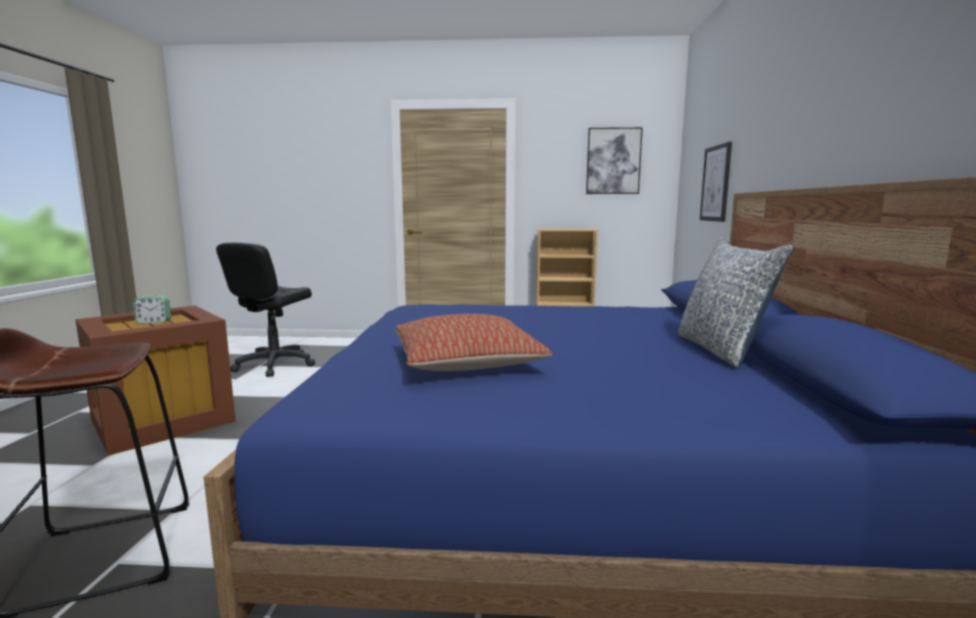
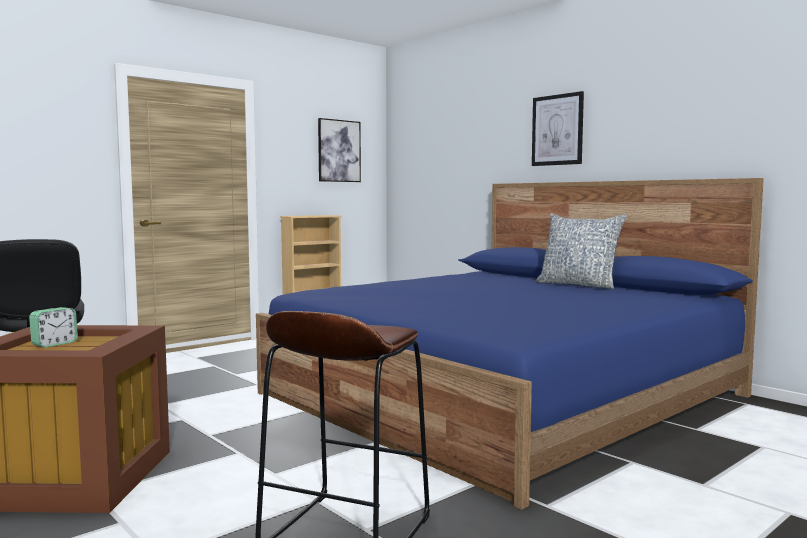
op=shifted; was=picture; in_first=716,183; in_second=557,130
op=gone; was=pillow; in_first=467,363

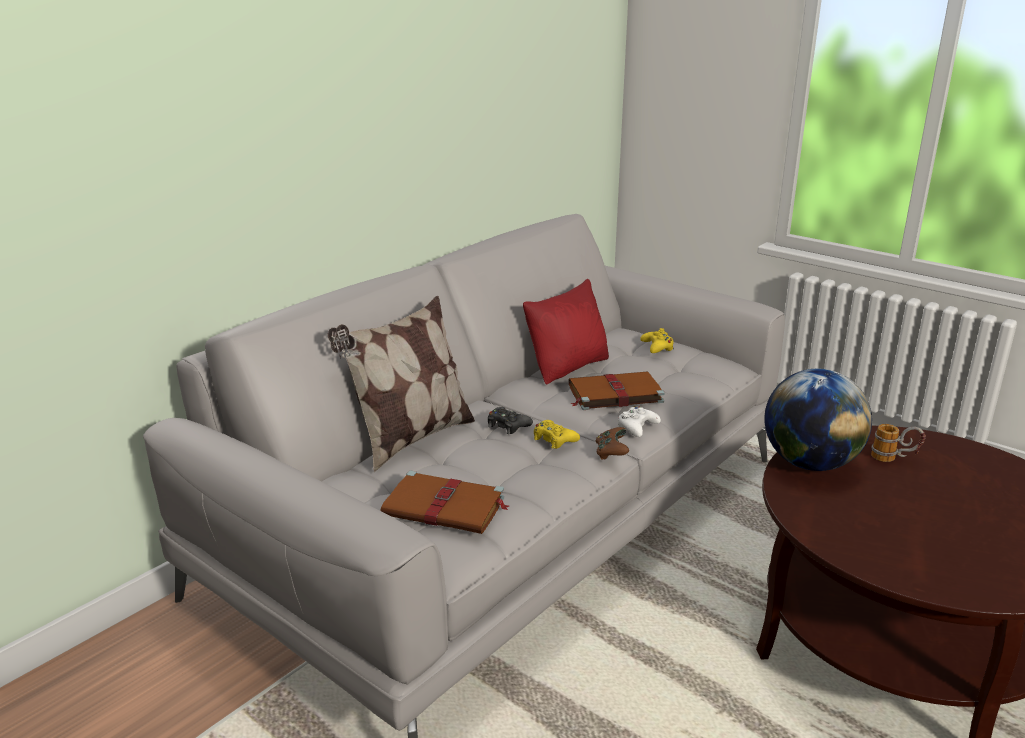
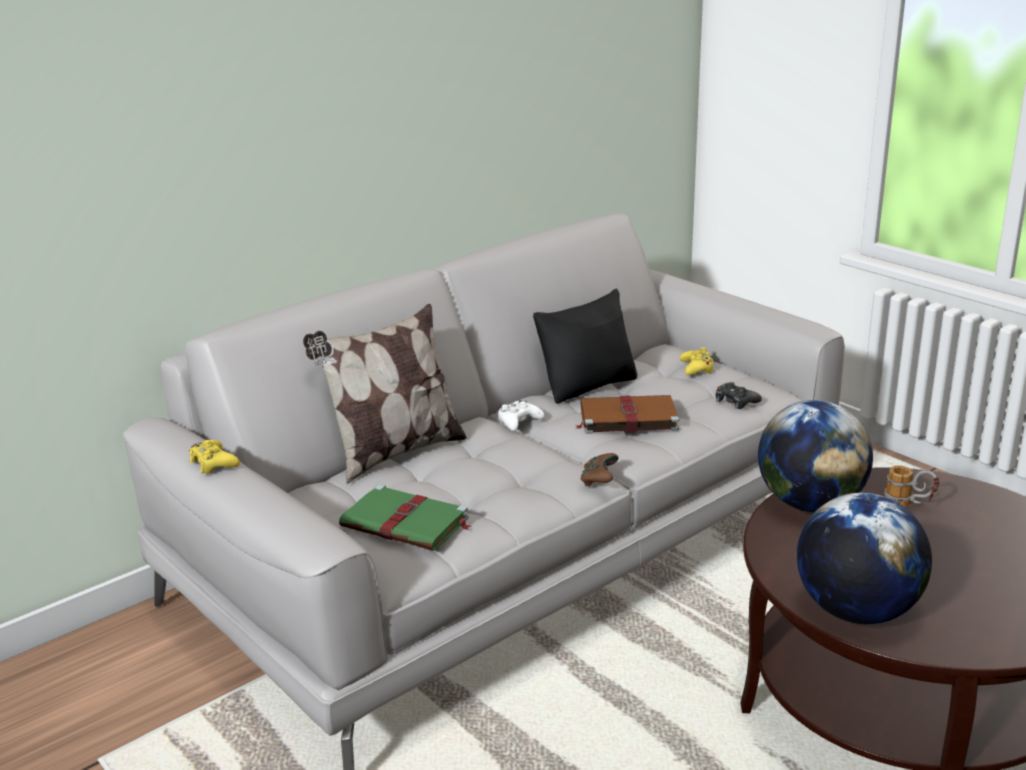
op=repainted; was=red pillow; now=black pillow; in_first=568,367; in_second=588,386
op=shifted; was=white game controller; in_first=637,427; in_second=519,421
op=shifted; was=black game controller; in_first=507,425; in_second=735,401
op=shifted; was=yellow game controller; in_first=554,439; in_second=213,463
op=repainted; was=brown book; now=green book; in_first=446,507; in_second=407,523
op=new; now=globe; in_second=856,611

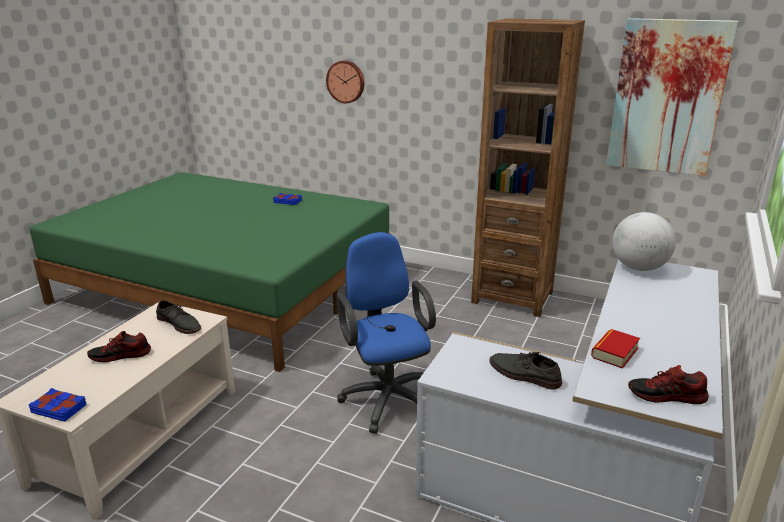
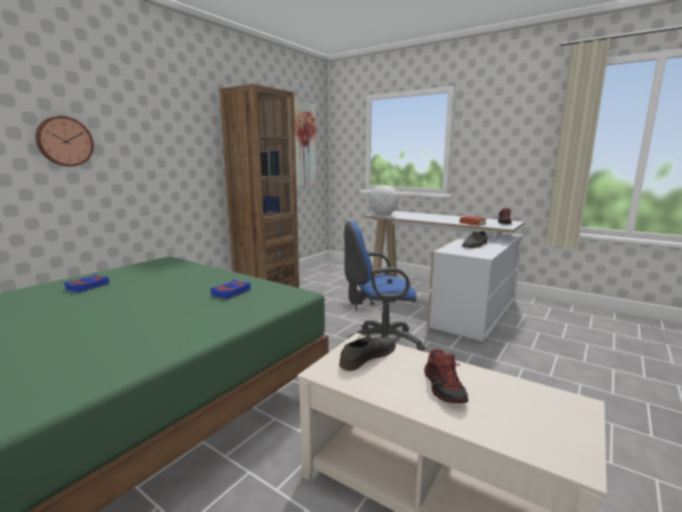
op=shifted; was=blue book; in_first=59,408; in_second=230,292

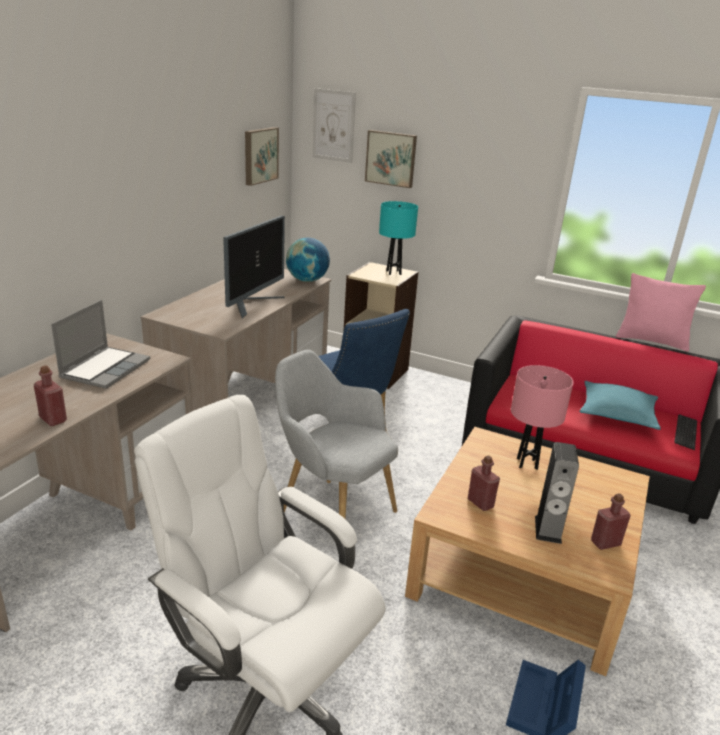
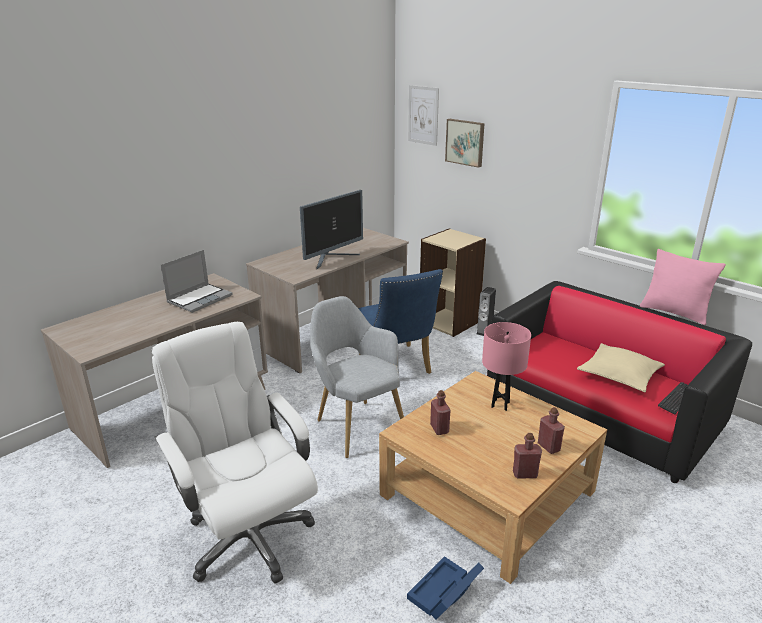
op=gone; was=picture; in_first=259,155
op=gone; was=turquoise table lamp; in_first=393,272
op=gone; was=globe; in_first=307,280
op=shifted; was=red bottle; in_first=53,419; in_second=548,447
op=repainted; was=turquoise pillow; now=beige pillow; in_first=617,413; in_second=619,375
op=shifted; was=speaker; in_first=548,529; in_second=484,331

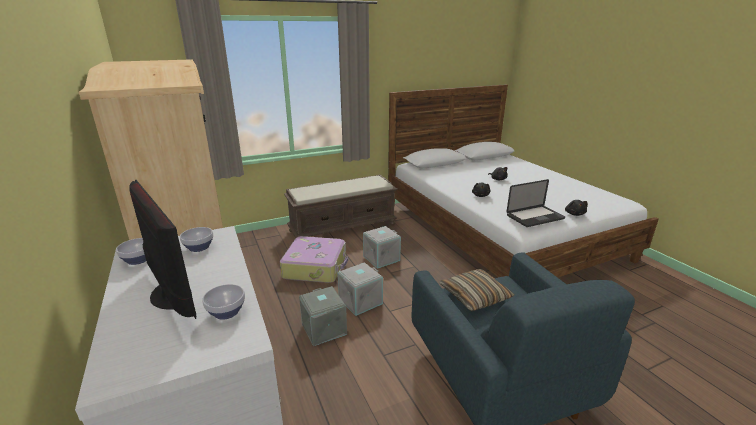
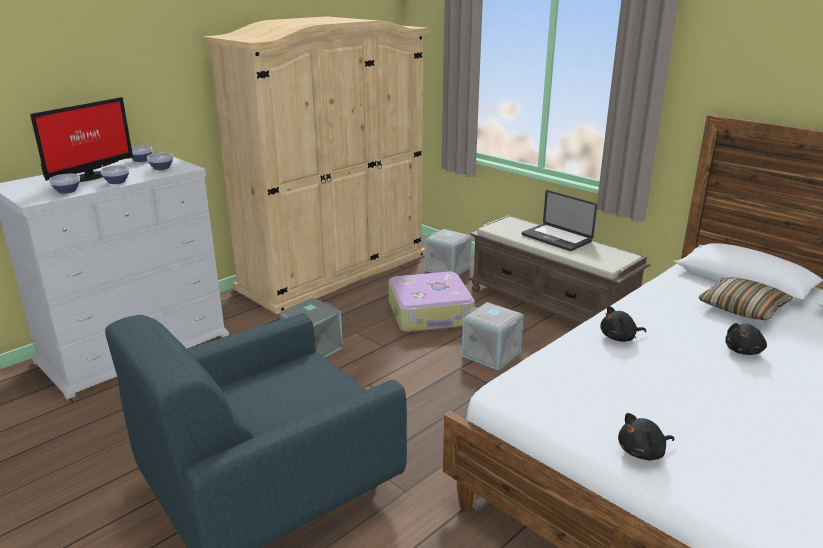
op=shifted; was=laptop; in_first=535,217; in_second=556,238
op=shifted; was=grey storage box; in_first=360,301; in_second=448,268
op=shifted; was=pillow; in_first=475,296; in_second=742,308
op=new; now=bowl; in_second=116,182

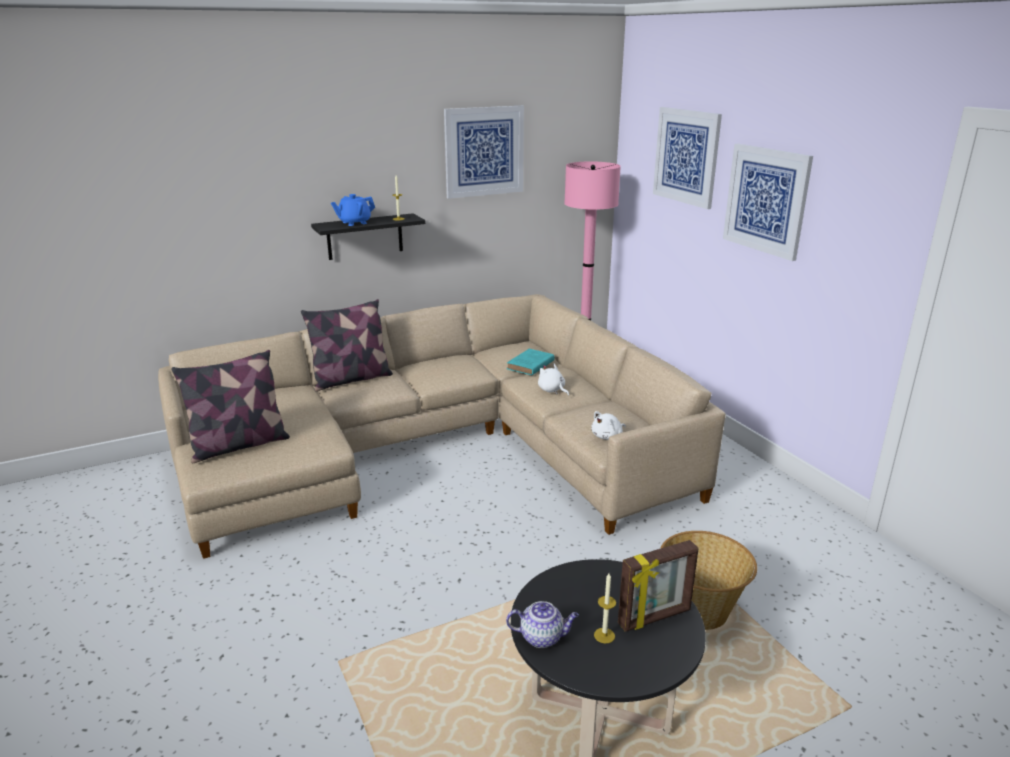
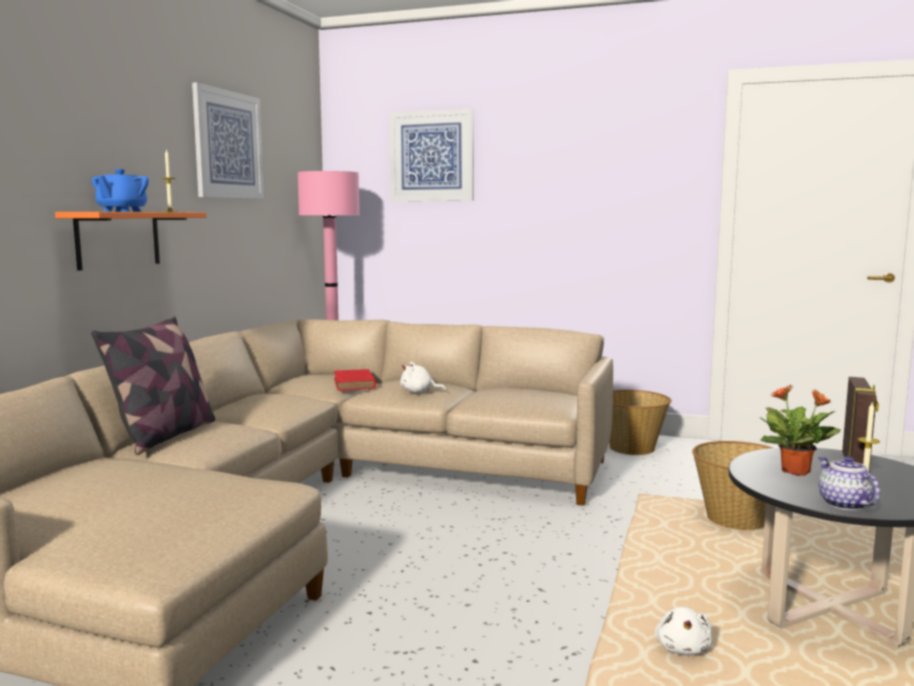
op=gone; was=picture; in_first=766,200
op=repainted; was=black shelf; now=orange shelf; in_first=365,236; in_second=118,239
op=repainted; was=turquoise book; now=red book; in_first=530,365; in_second=354,384
op=gone; was=pillow; in_first=239,445
op=shifted; was=white plush toy; in_first=608,437; in_second=683,648
op=rotated; was=teapot; in_first=542,637; in_second=843,504; clockwise=-60
op=new; now=potted plant; in_second=796,472
op=new; now=basket; in_second=631,448

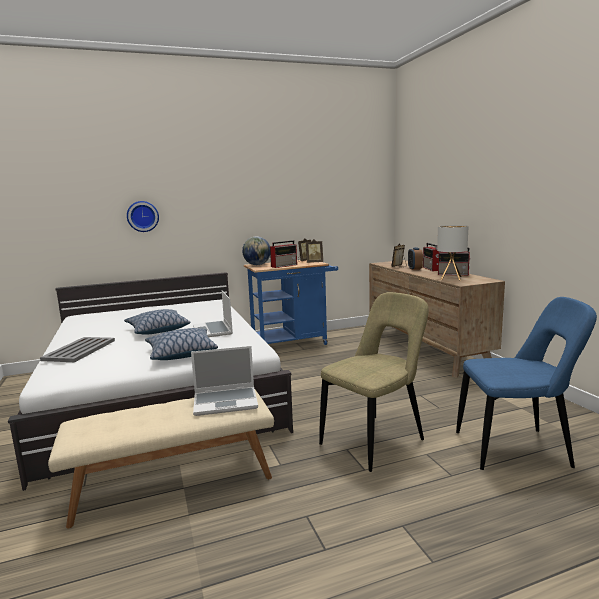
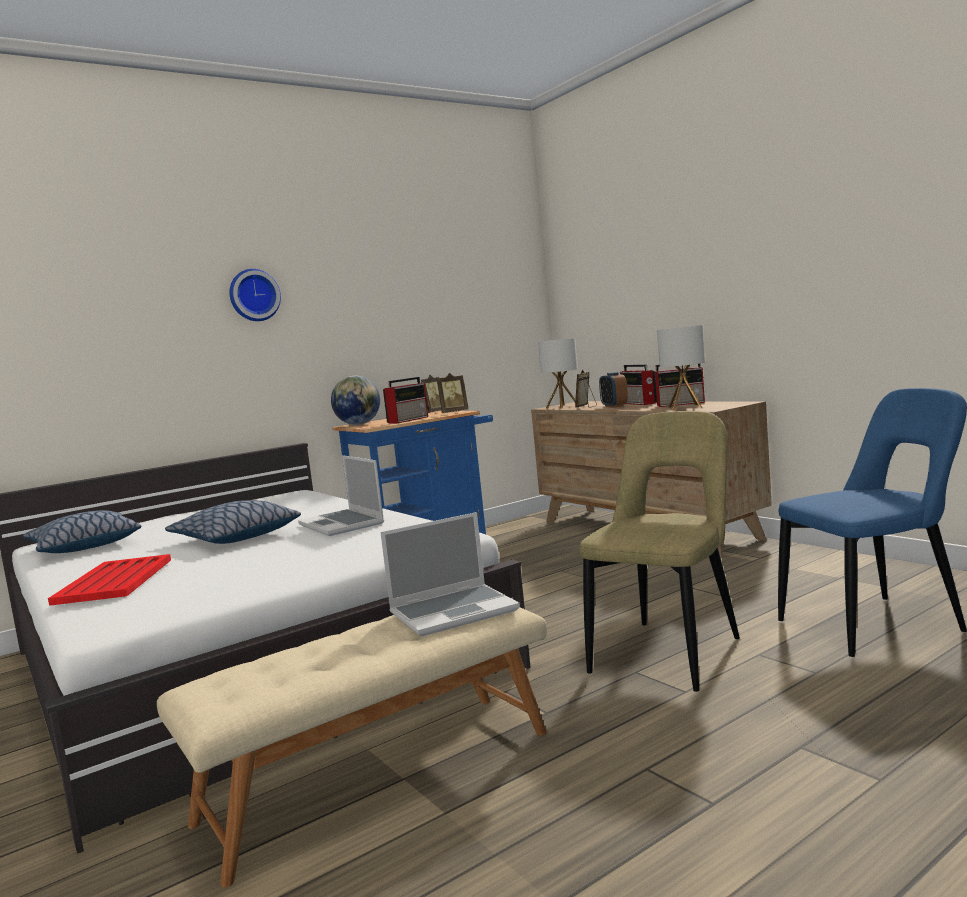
op=shifted; was=wall clock; in_first=142,216; in_second=253,295
op=shifted; was=pillow; in_first=181,353; in_second=84,546
op=repainted; was=grey tray; now=red tray; in_first=80,350; in_second=116,580
op=new; now=table lamp; in_second=562,406

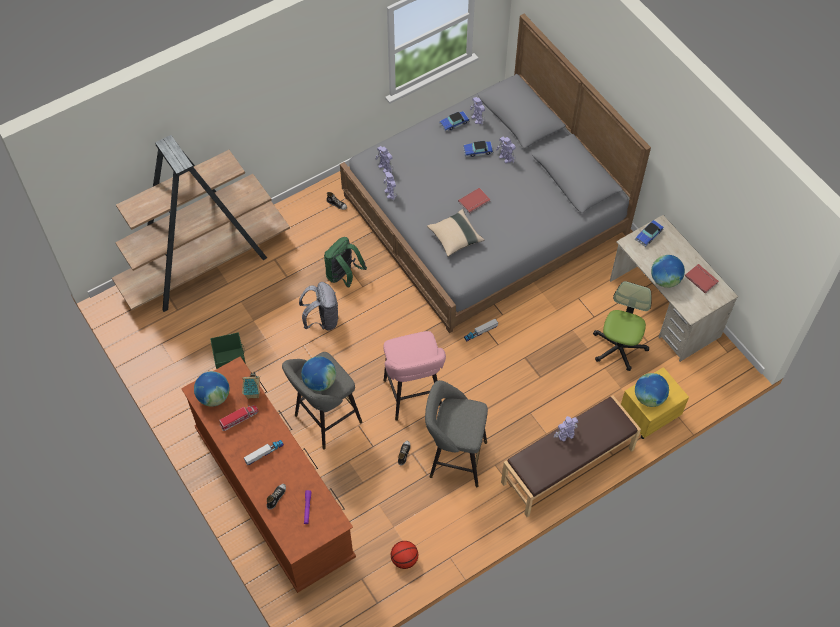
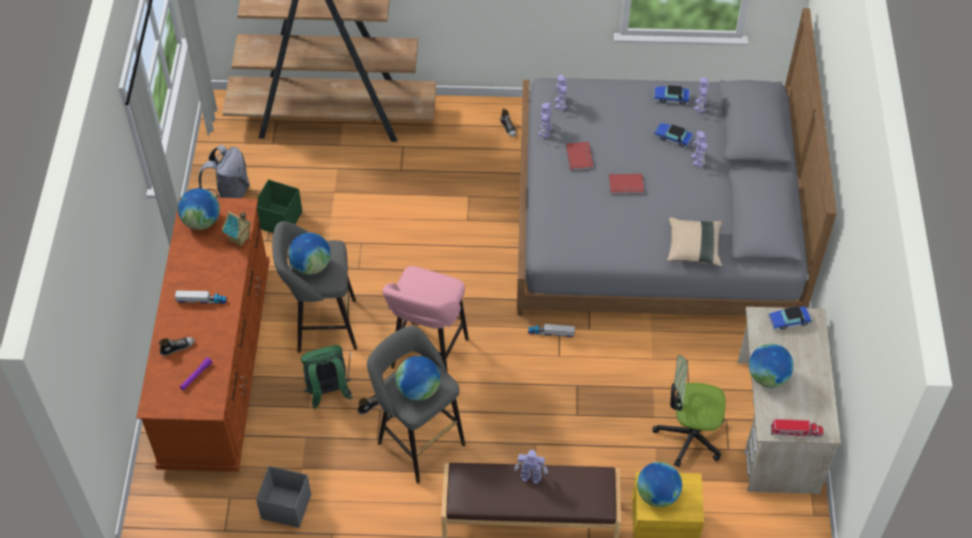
op=shifted; was=beige pillow; in_first=455,238; in_second=693,248
op=shifted; was=green backpack; in_first=343,276; in_second=328,392
op=shifted; was=red book; in_first=702,278; in_second=580,157
op=rotated; was=office chair; in_first=619,347; in_second=689,436; clockwise=-135
op=shifted; was=grey backpack; in_first=322,320; in_second=229,194
op=shifted; was=toy truck; in_first=239,419; in_second=796,432
op=swapped; was=basketball; now=grey storage box; in_first=404,559; in_second=285,506
op=new; now=globe; in_second=419,390

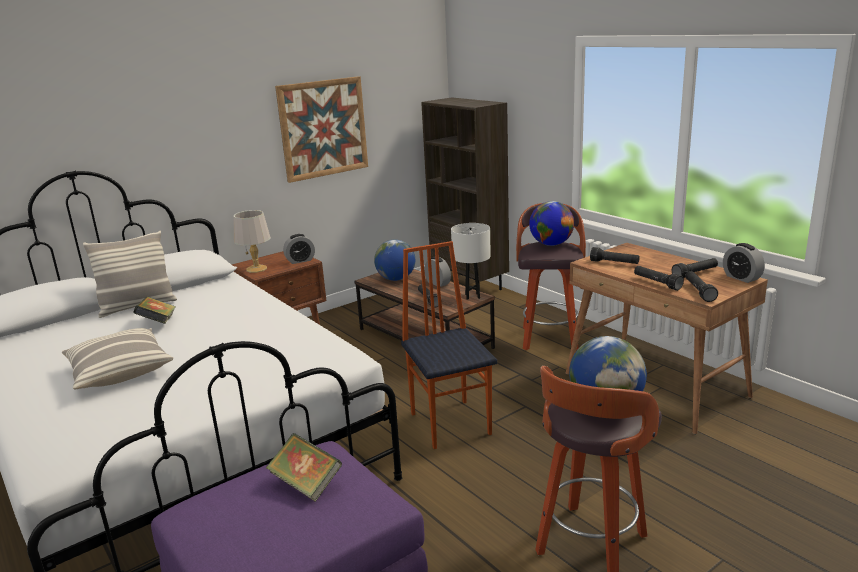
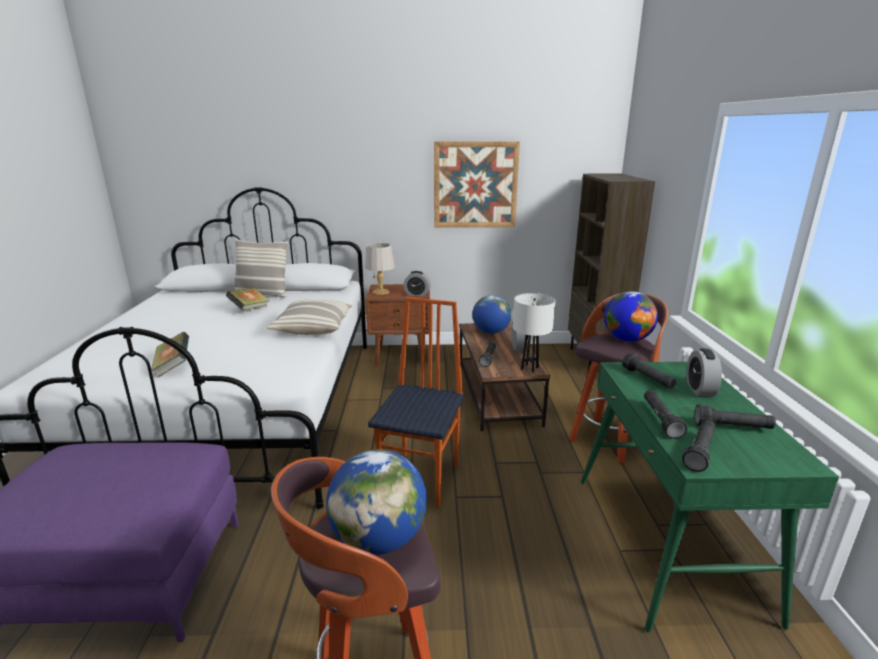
op=repainted; was=brown desk; now=green desk; in_first=656,385; in_second=668,544
op=shifted; was=alarm clock; in_first=741,278; in_second=699,389
op=shifted; was=pillow; in_first=119,371; in_second=313,328
op=shifted; was=book; in_first=306,484; in_second=173,367

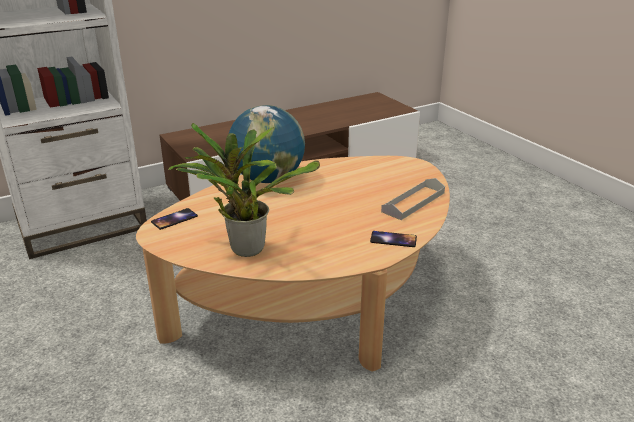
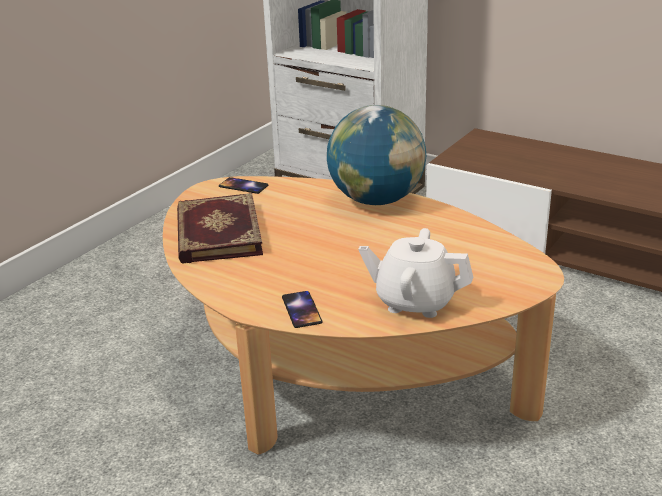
op=swapped; was=potted plant; now=book; in_first=244,247; in_second=216,233
op=swapped; was=grey tray; now=white teapot; in_first=413,202; in_second=414,301

